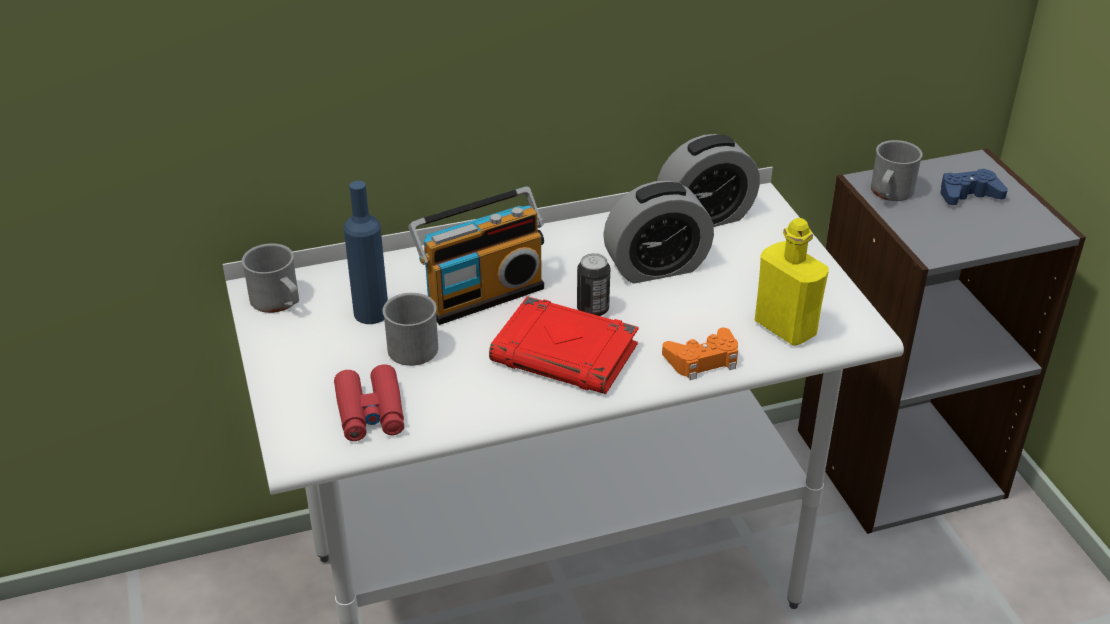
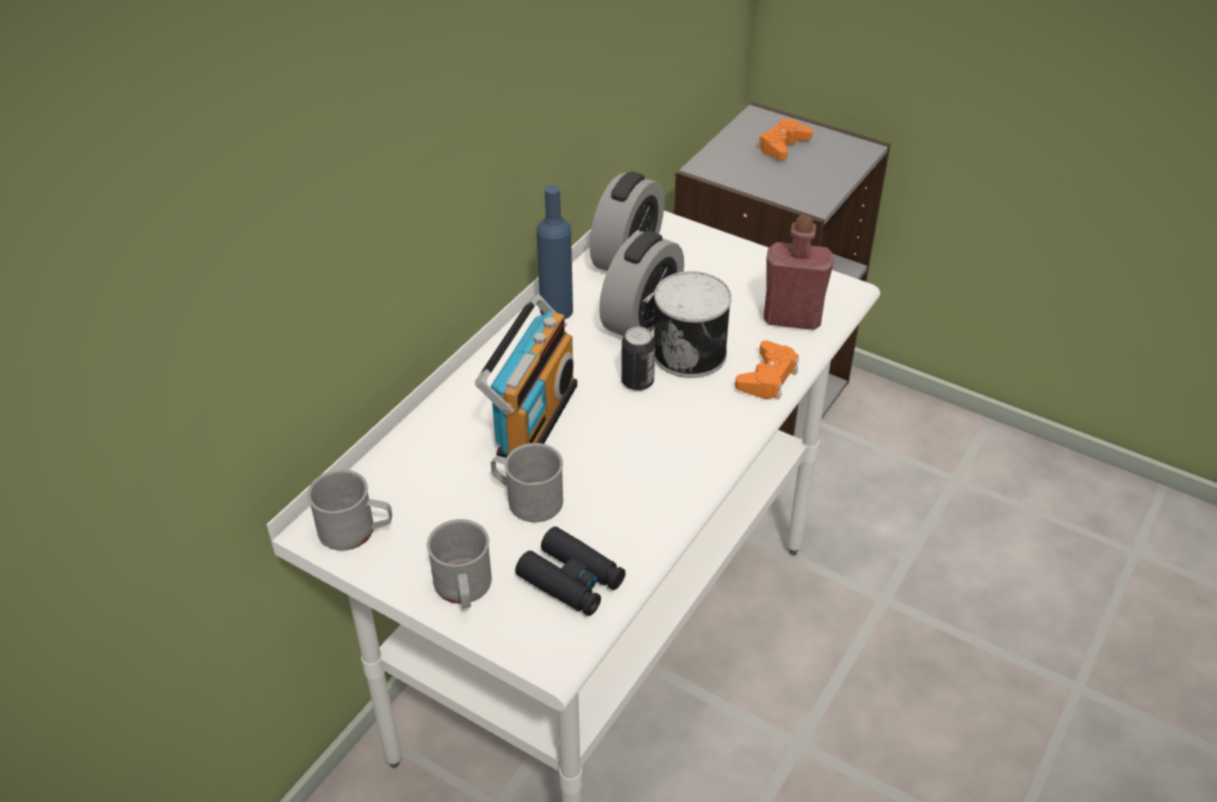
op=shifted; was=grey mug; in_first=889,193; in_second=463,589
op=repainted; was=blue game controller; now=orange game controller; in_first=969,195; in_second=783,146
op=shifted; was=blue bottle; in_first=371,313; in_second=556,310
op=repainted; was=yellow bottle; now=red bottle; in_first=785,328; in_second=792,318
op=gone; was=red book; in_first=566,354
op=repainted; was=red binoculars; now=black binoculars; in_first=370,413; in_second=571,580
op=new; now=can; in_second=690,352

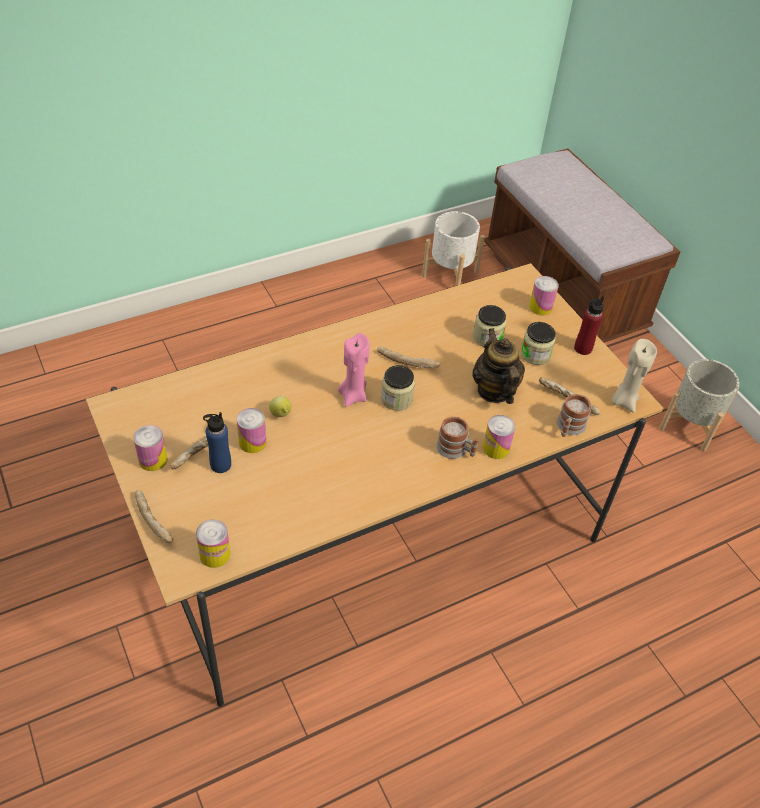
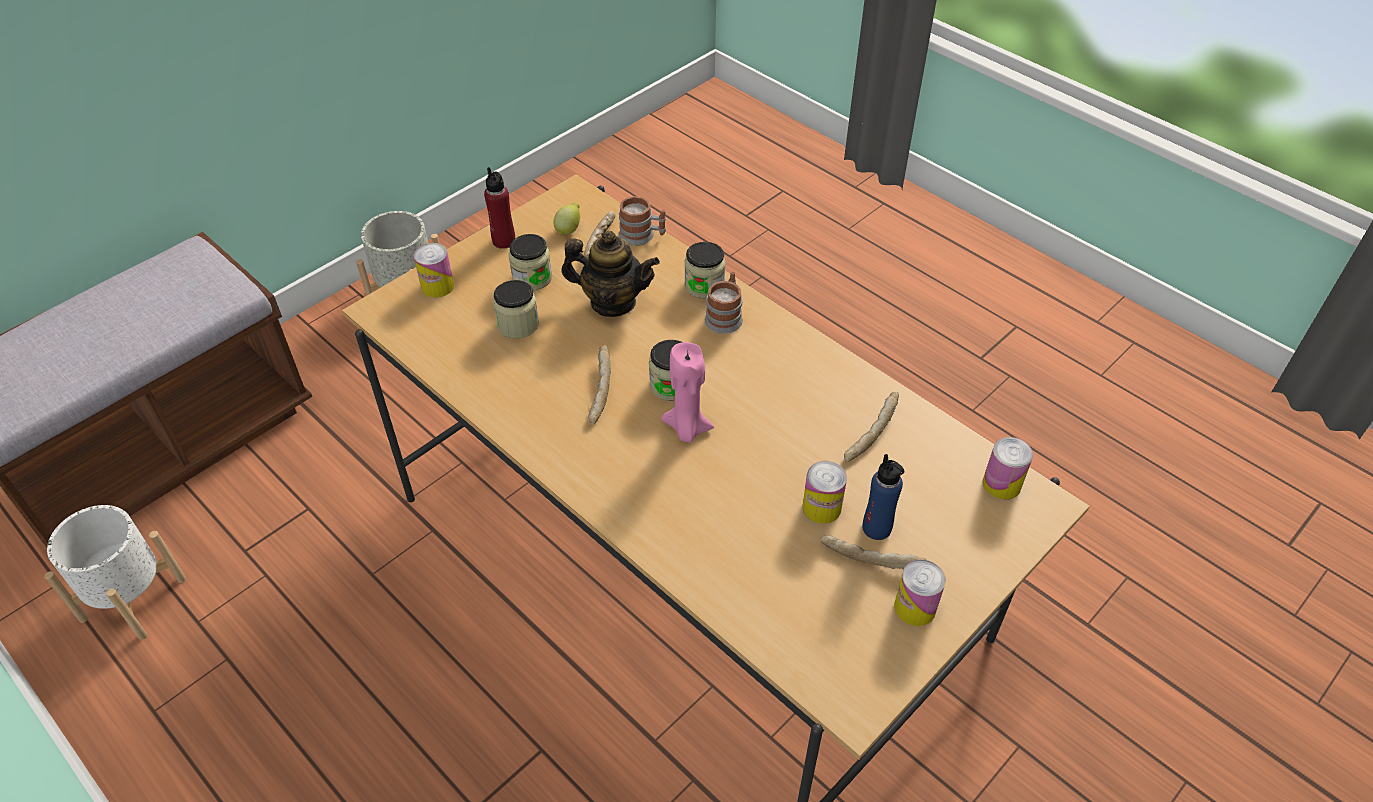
op=rotated; was=teapot; in_first=494,390; in_second=612,302; clockwise=-135
op=gone; was=beige candle; in_first=624,401
op=shifted; was=lemon; in_first=281,415; in_second=569,229
op=swapped; was=can; now=jar; in_first=496,448; in_second=704,285
op=shifted; was=bread; in_first=154,520; in_second=870,433

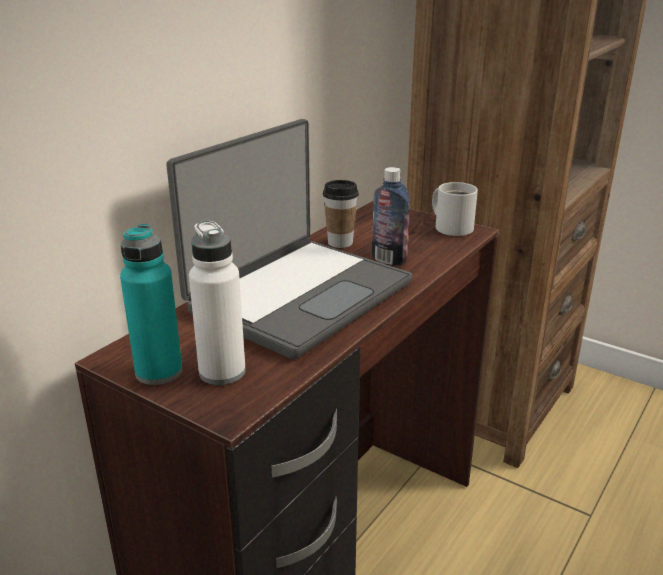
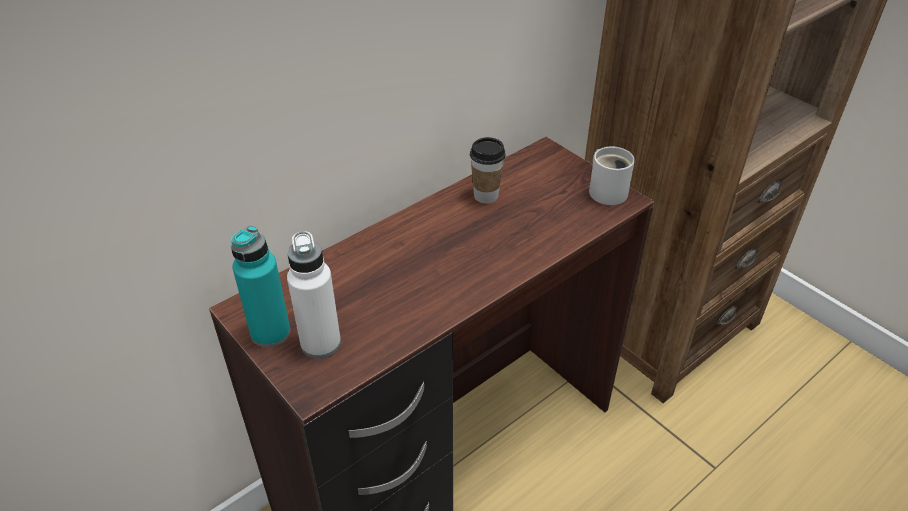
op=gone; was=laptop; in_first=298,296
op=gone; was=bottle; in_first=389,260

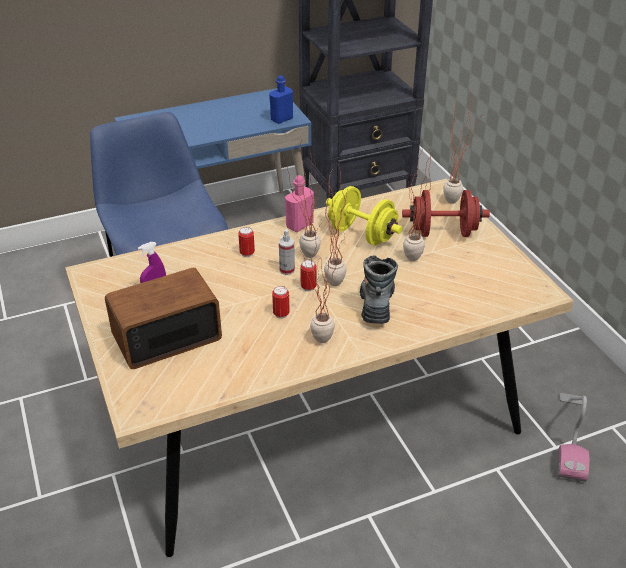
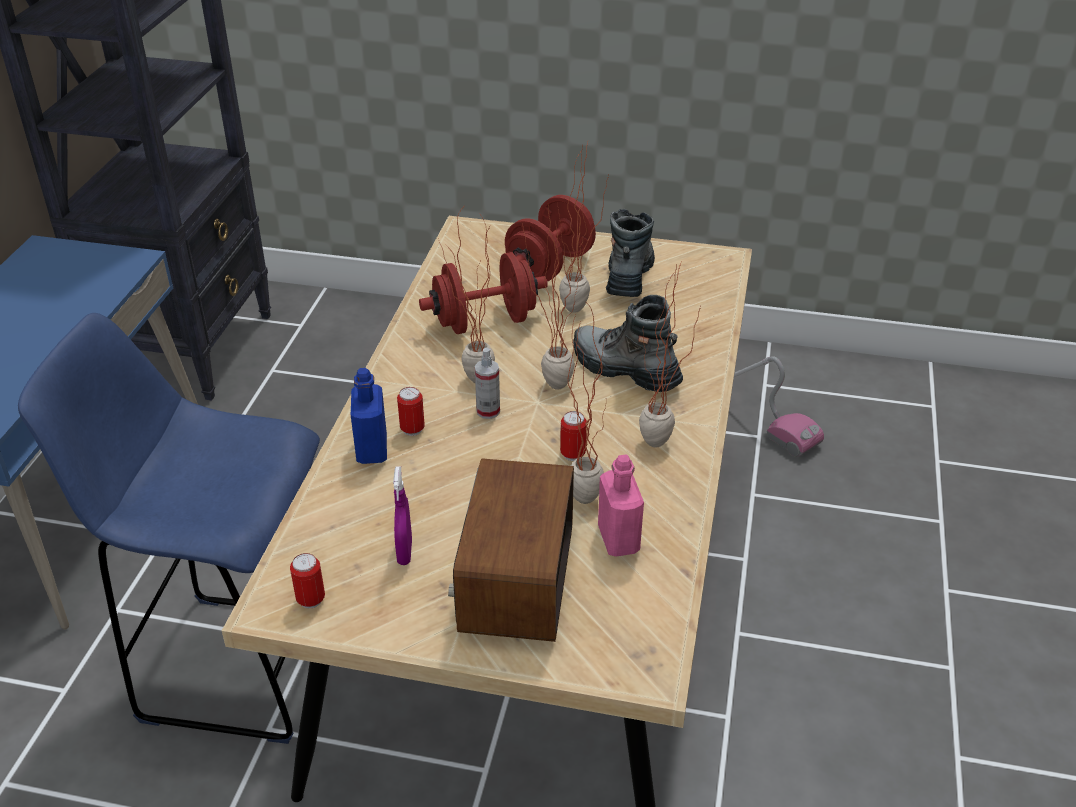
op=shifted; was=blue bottle; in_first=281,119; in_second=372,450
op=shifted; was=potted plant; in_first=456,200; in_second=586,490
op=shifted; was=pink bottle; in_first=299,225; in_second=618,539
op=repainted; was=yellow dumbbell; now=red dumbbell; in_first=362,234; in_second=484,322
op=shifted; was=can; in_first=308,287; in_second=311,599
op=new; now=boot; in_second=629,275

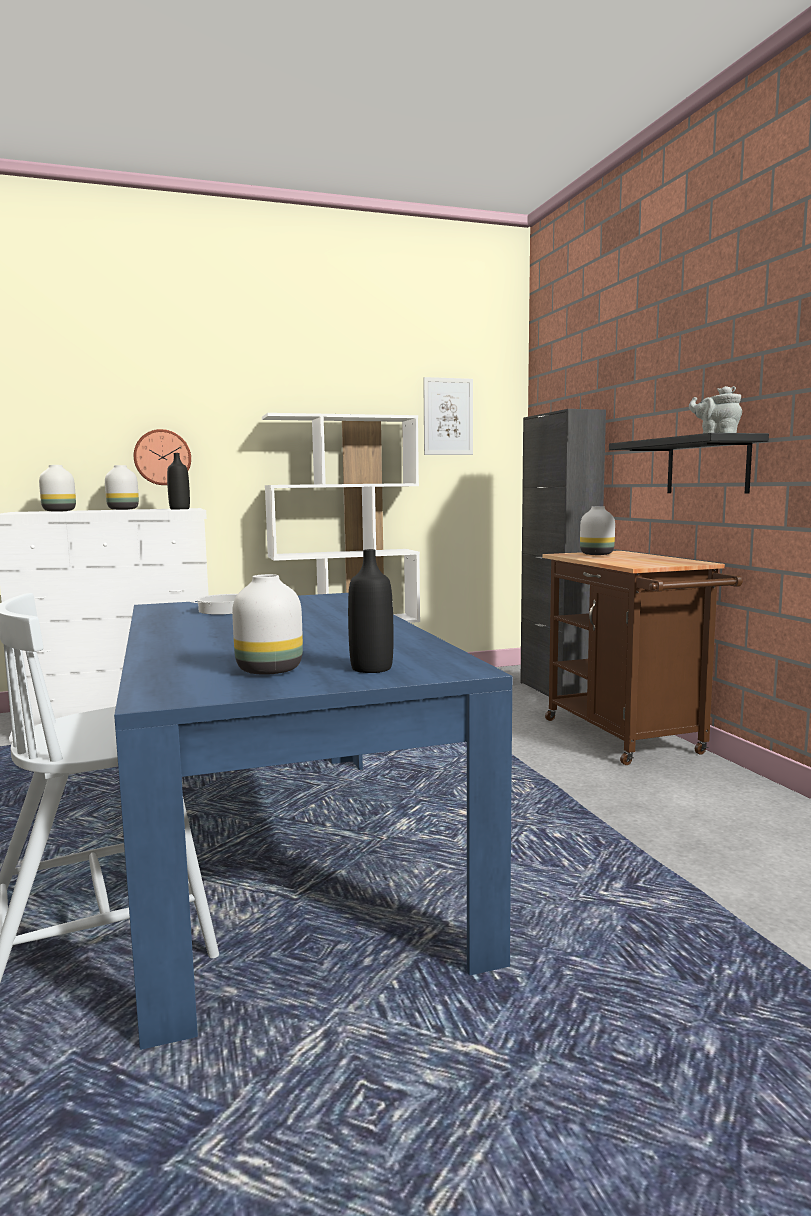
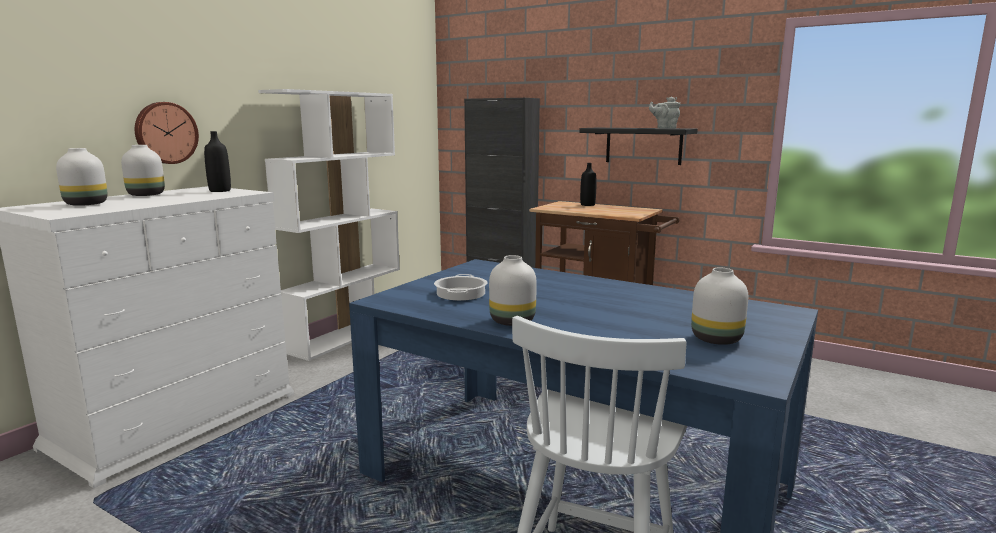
op=gone; was=picture; in_first=448,416
op=shifted; was=white vase; in_first=596,554; in_second=512,322
op=shifted; was=black bottle; in_first=371,668; in_second=587,205

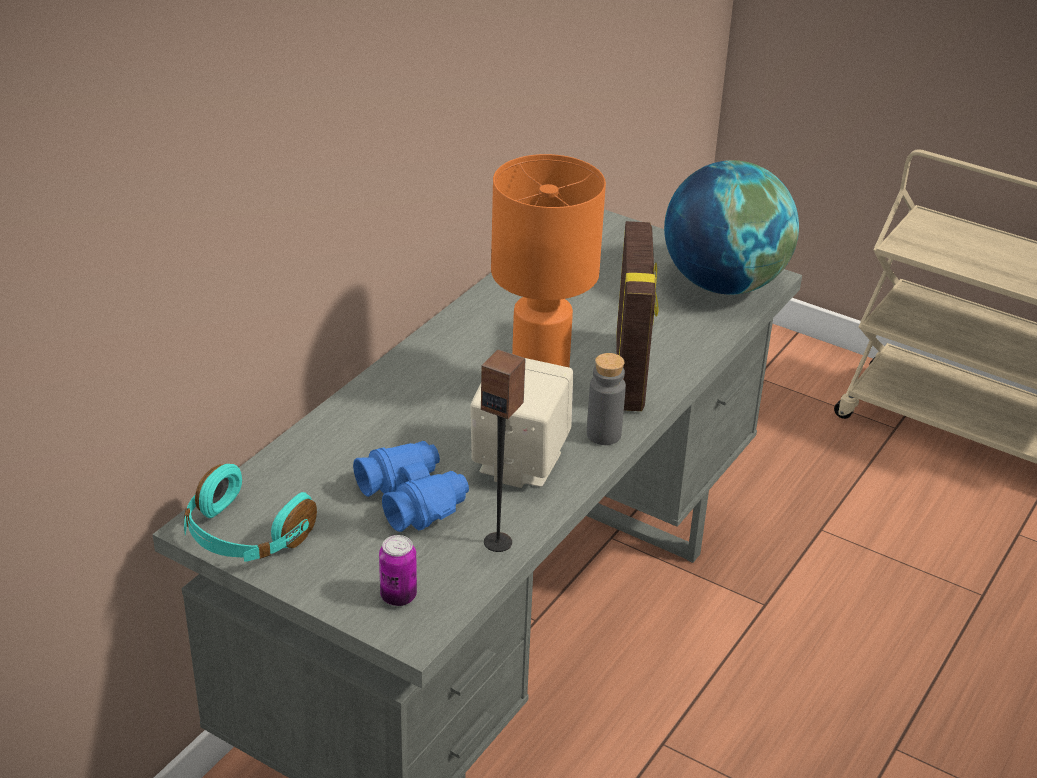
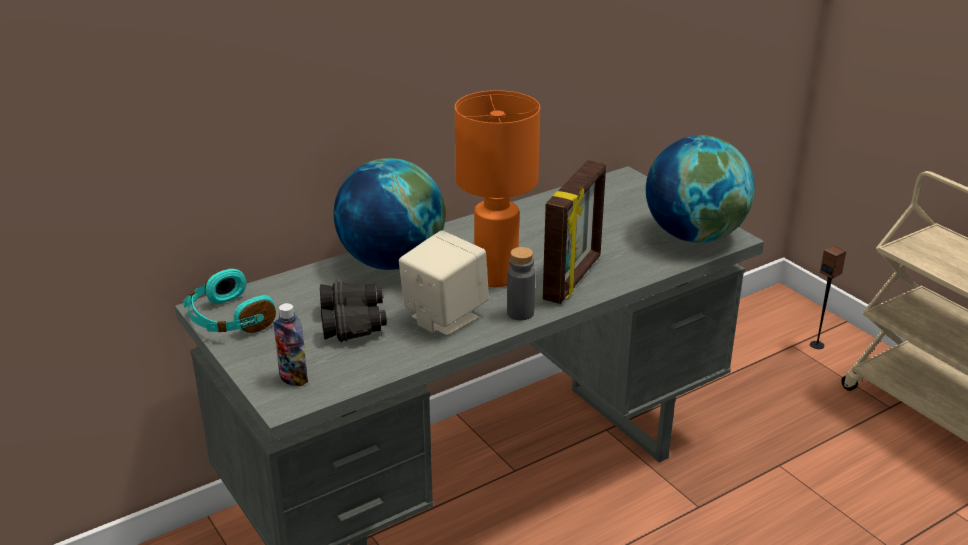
op=shifted; was=speaker; in_first=498,542; in_second=817,345
op=repainted; was=blue binoculars; now=black binoculars; in_first=413,498; in_second=353,322
op=swapped; was=can; now=bottle; in_first=398,596; in_second=293,379
op=new; now=globe; in_second=391,262

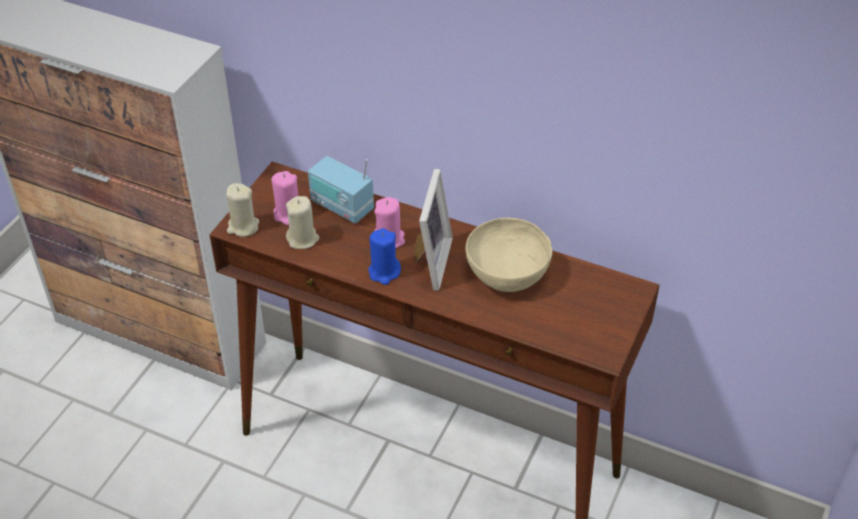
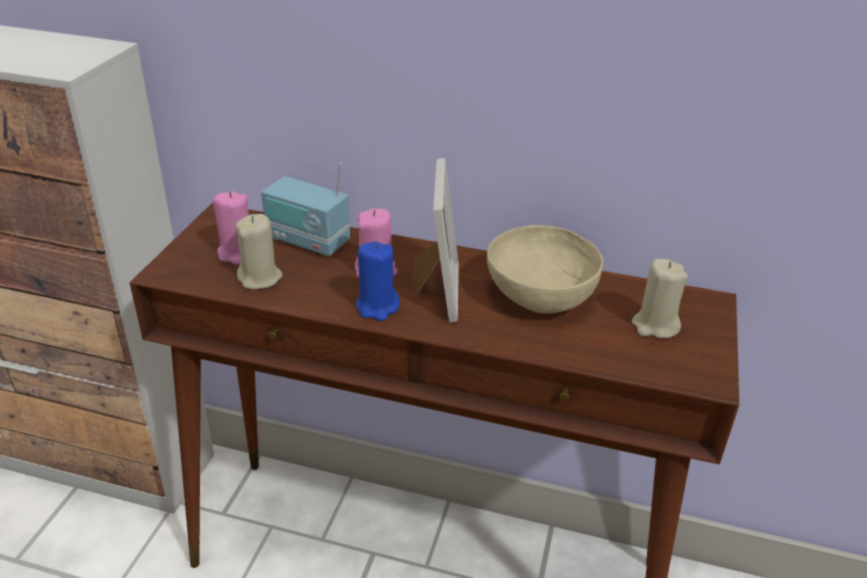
op=shifted; was=beige candle; in_first=243,227; in_second=655,326

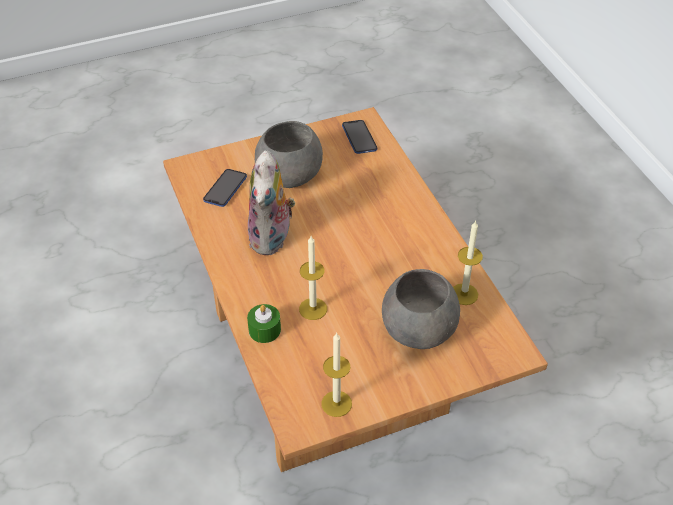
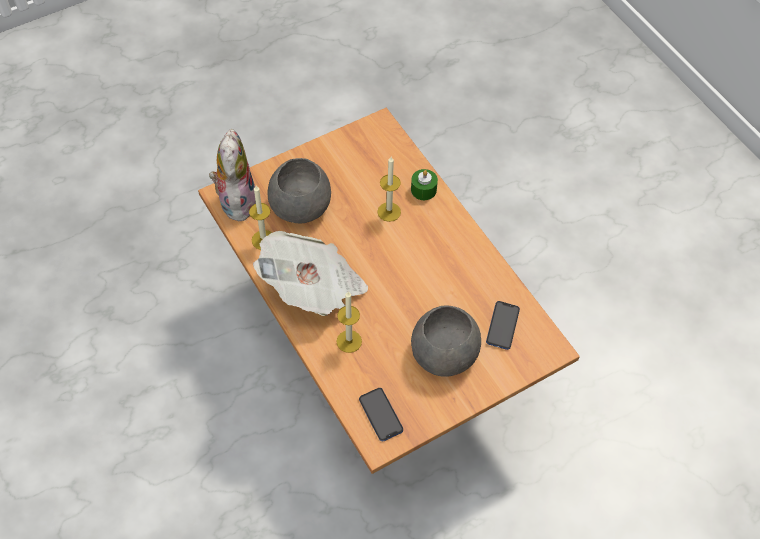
op=shifted; was=plush toy; in_first=272,239; in_second=236,200
op=shifted; was=candle; in_first=336,403; in_second=349,341
op=new; now=newspaper; in_second=313,288

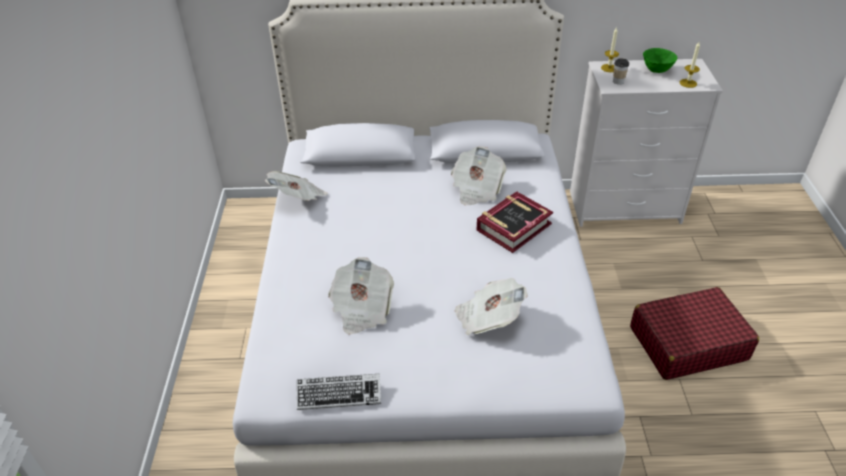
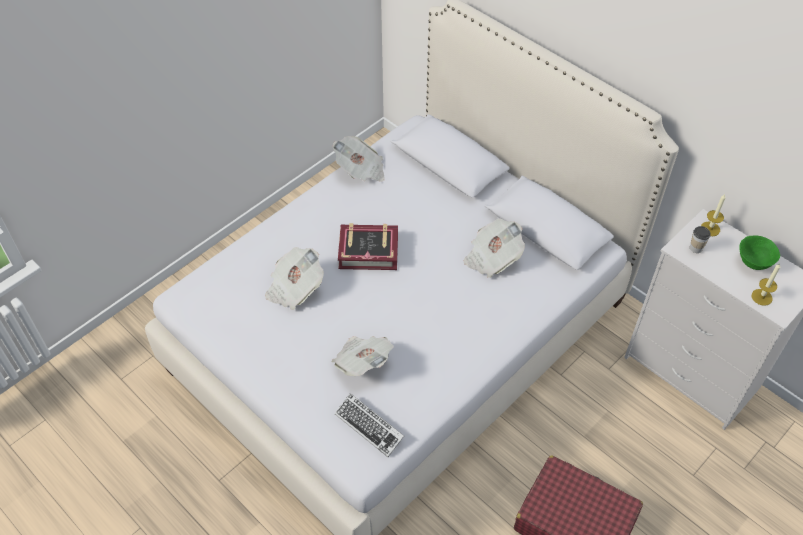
op=shifted; was=book; in_first=513,227; in_second=368,251
op=shifted; was=keyboard; in_first=339,394; in_second=369,427

